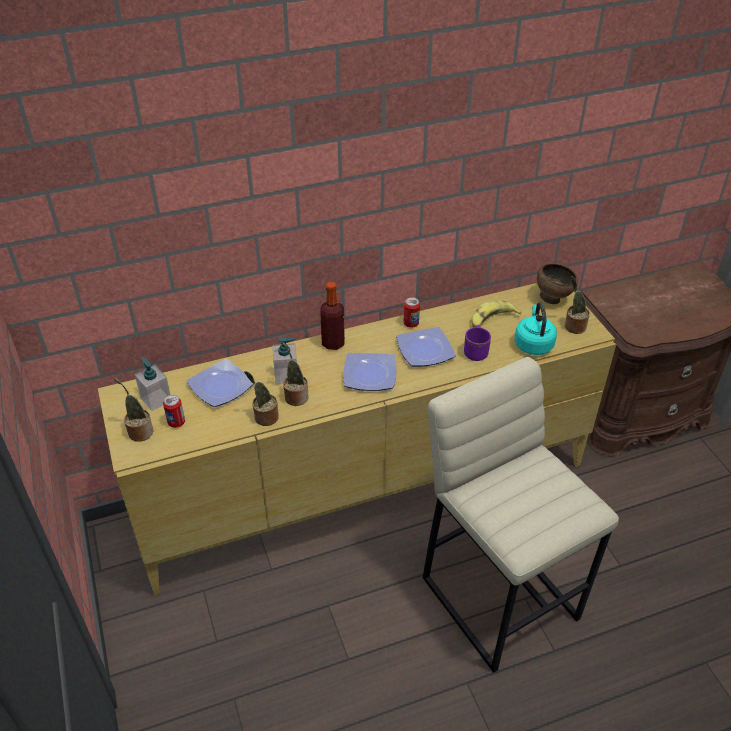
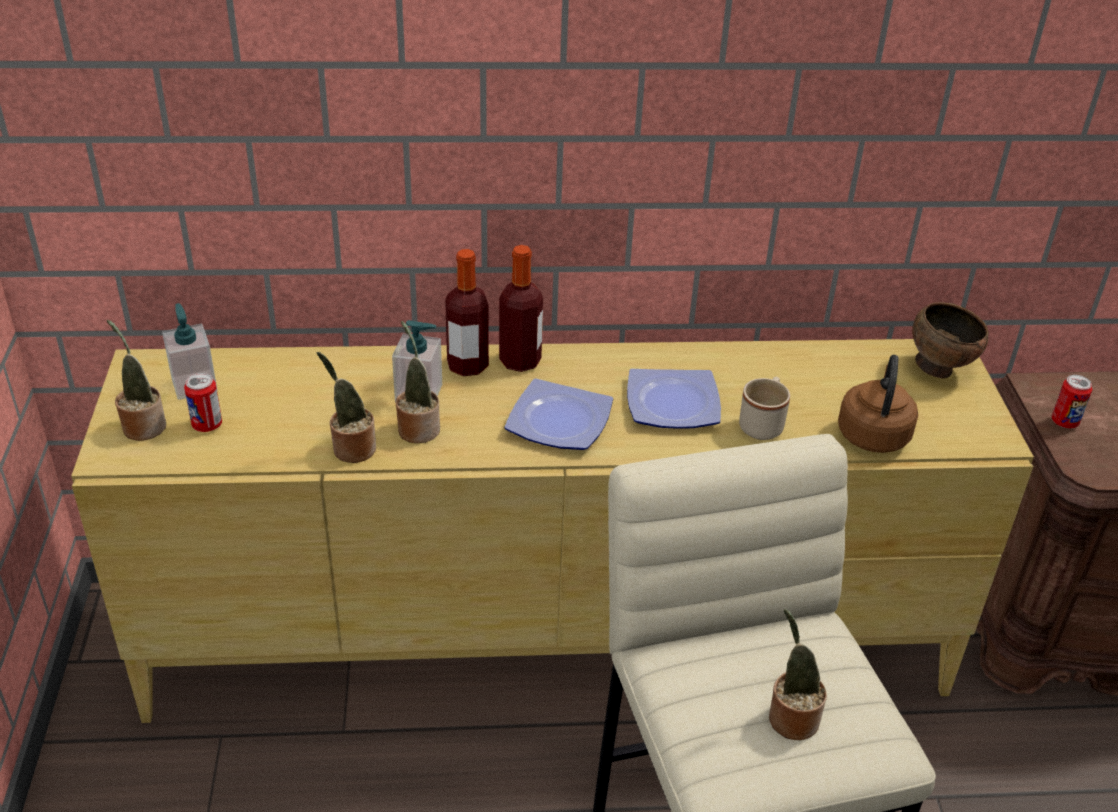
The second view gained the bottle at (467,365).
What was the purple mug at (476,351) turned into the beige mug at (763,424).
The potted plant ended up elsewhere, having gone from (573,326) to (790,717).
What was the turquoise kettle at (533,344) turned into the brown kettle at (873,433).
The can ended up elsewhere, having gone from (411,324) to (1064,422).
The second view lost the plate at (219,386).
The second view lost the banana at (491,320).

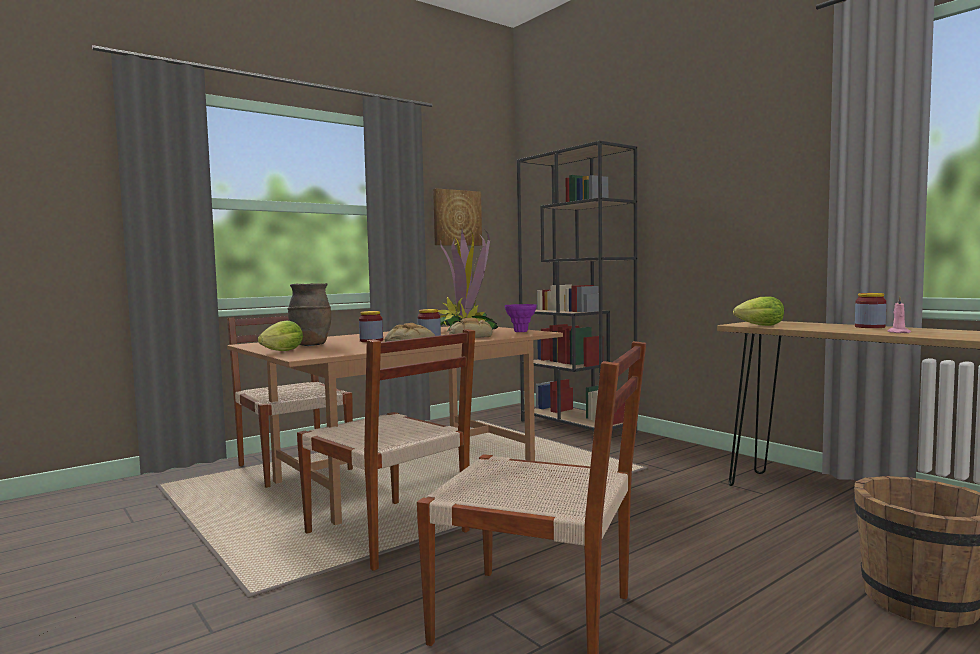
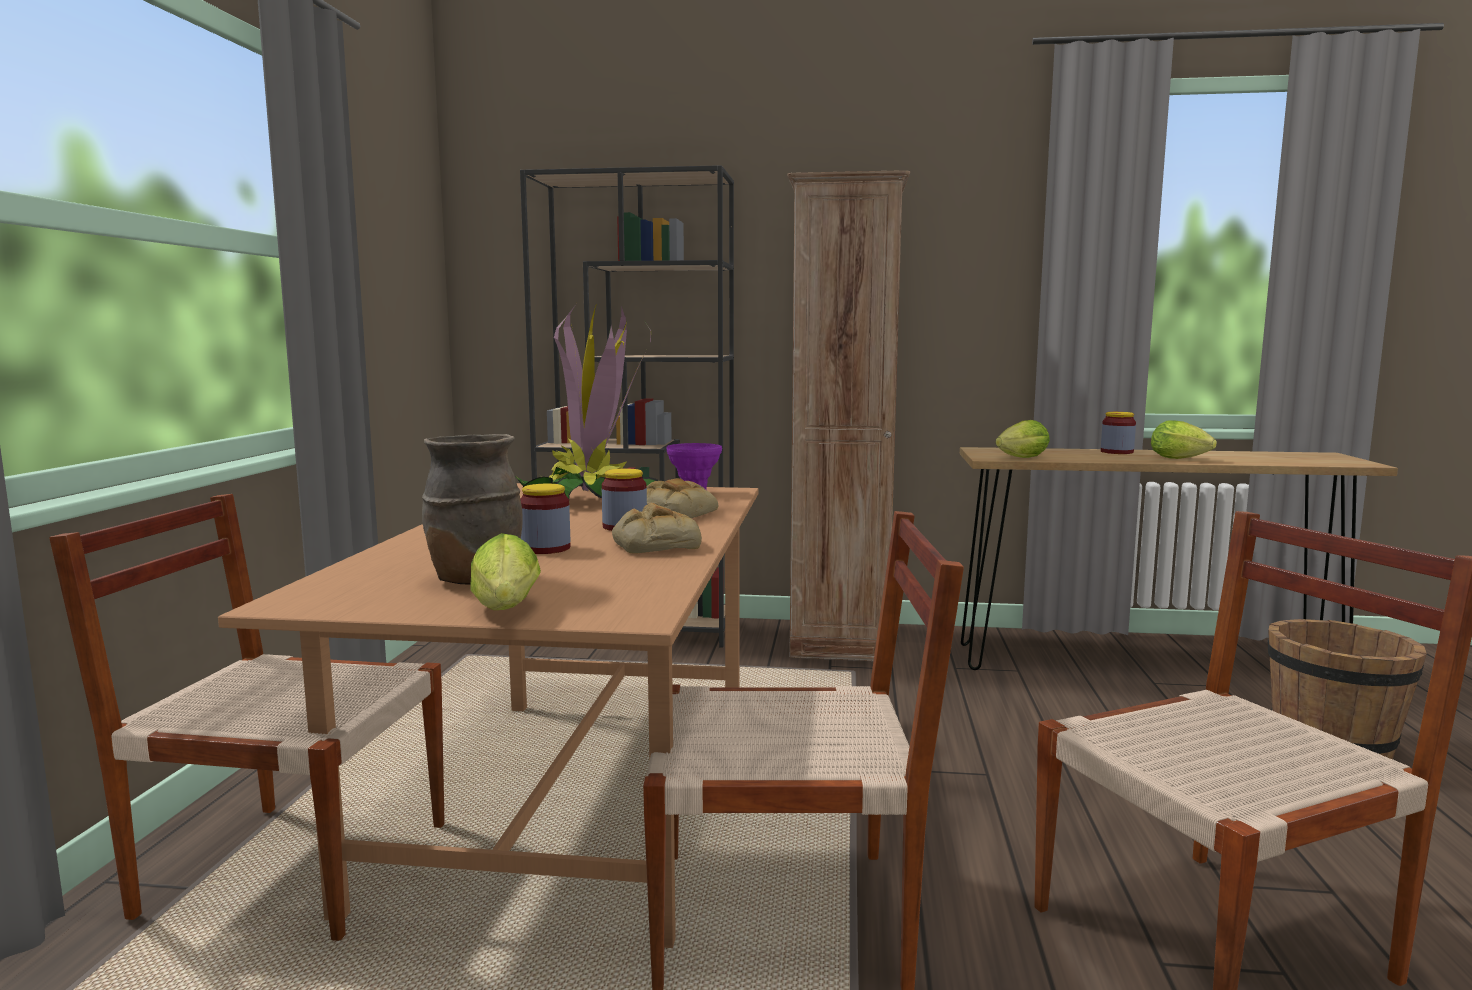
The second view gained the brown cabinet at (840,641).
Where the pink candle stood at (898,332), the lettuce came to stand at (1182,459).
The second view lost the picture at (456,218).

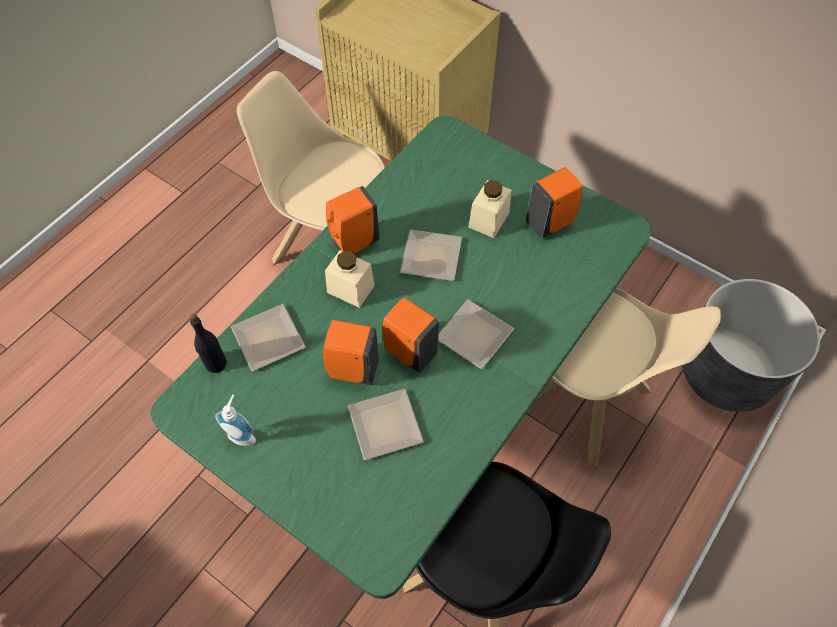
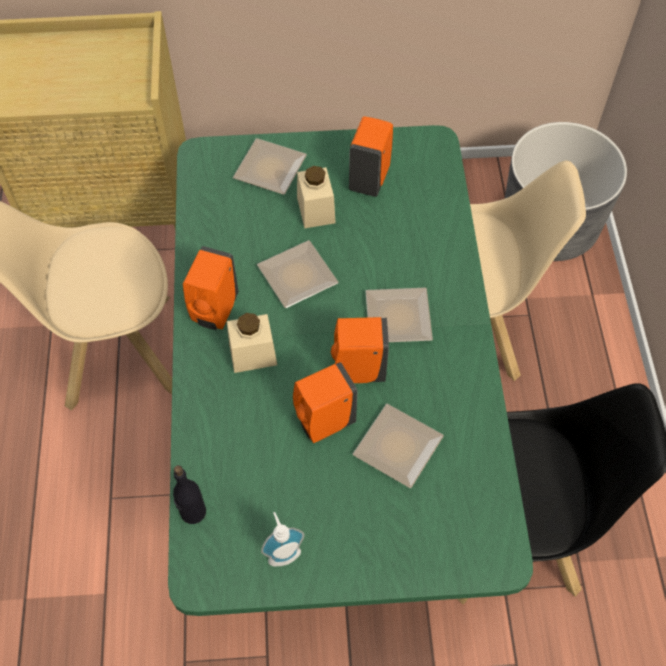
The plate ended up elsewhere, having gone from (271,340) to (273,168).

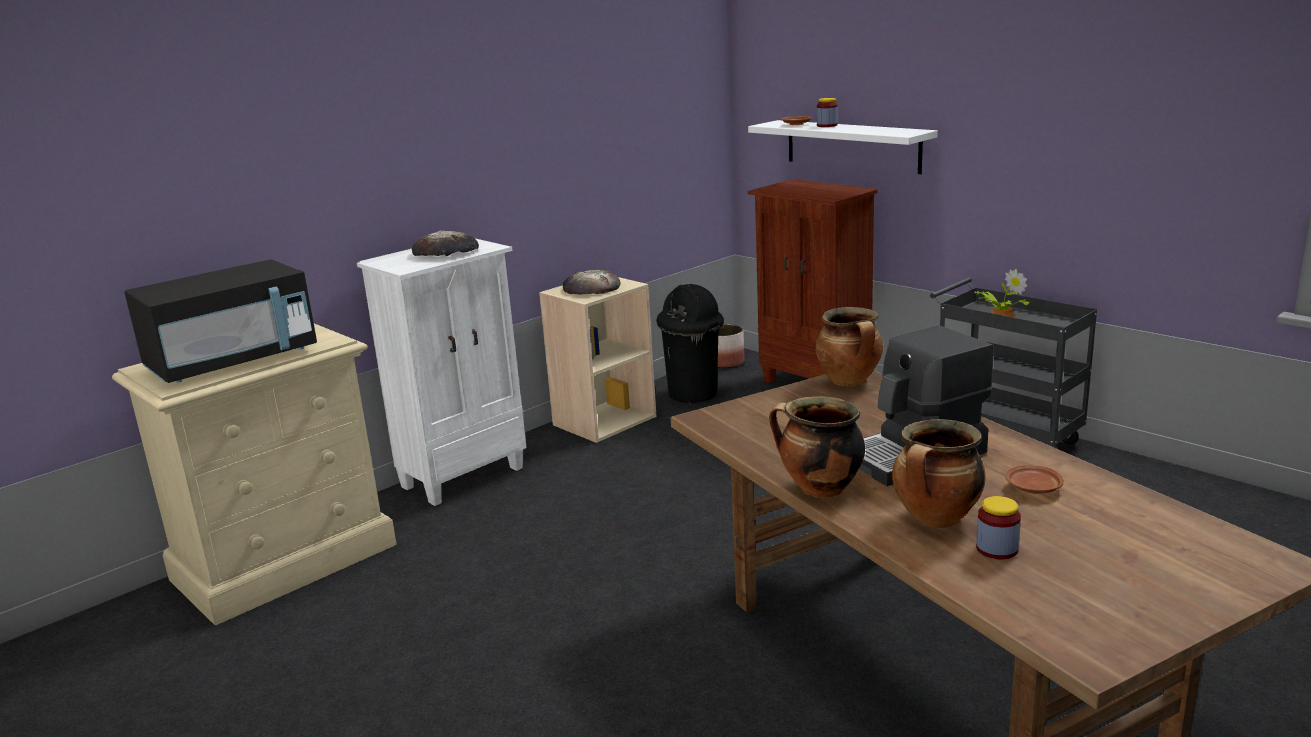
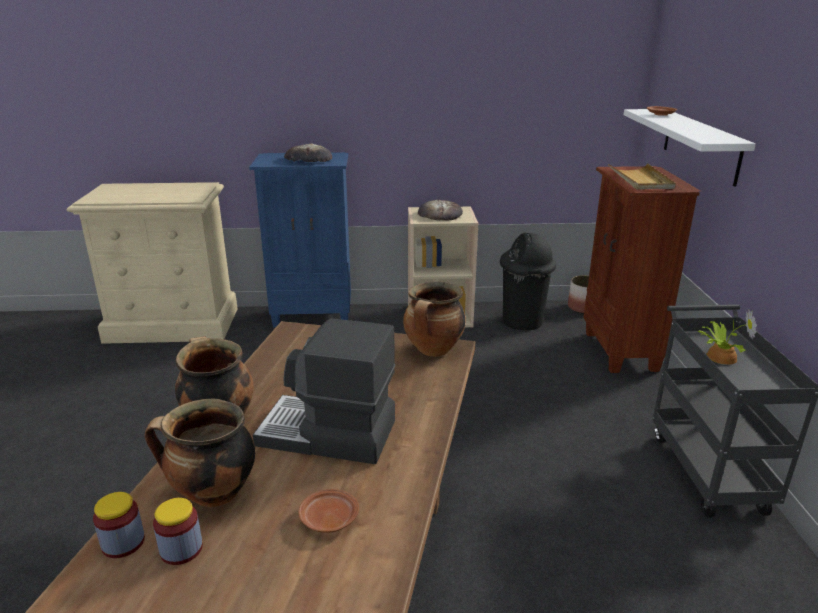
The jar ended up elsewhere, having gone from (827,125) to (123,543).
What was the white cabinet at (464,478) turned into the blue cabinet at (312,318).
The second view gained the beige tray at (640,179).
The second view lost the black microwave at (233,361).

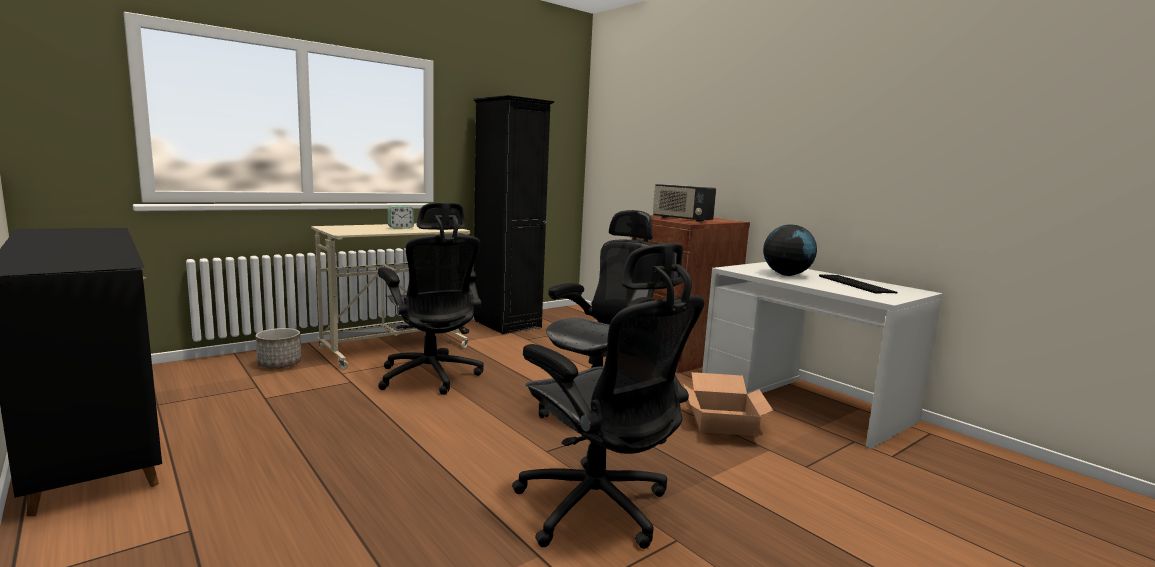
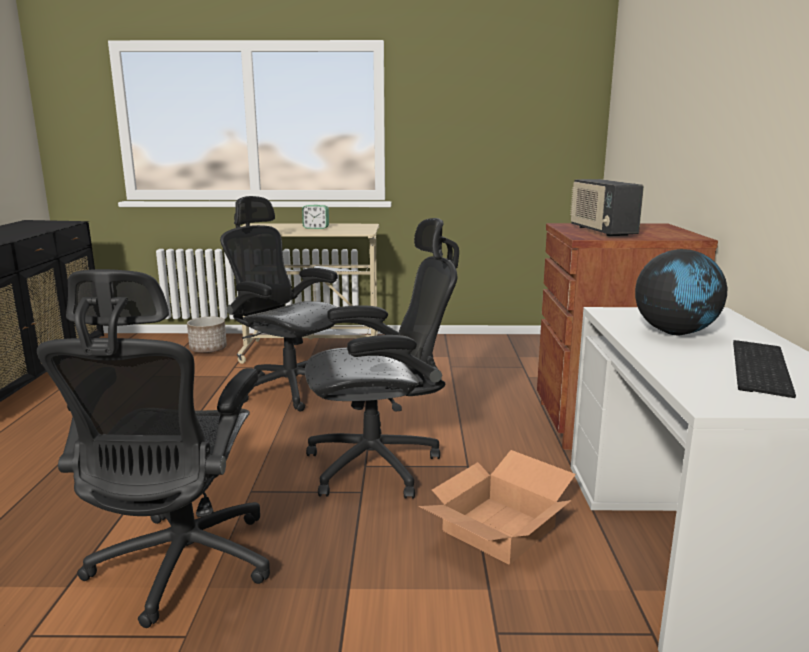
The office chair at (430,378) ended up facing another way, 120 degrees clockwise from before.
The second view lost the black cabinet at (508,324).

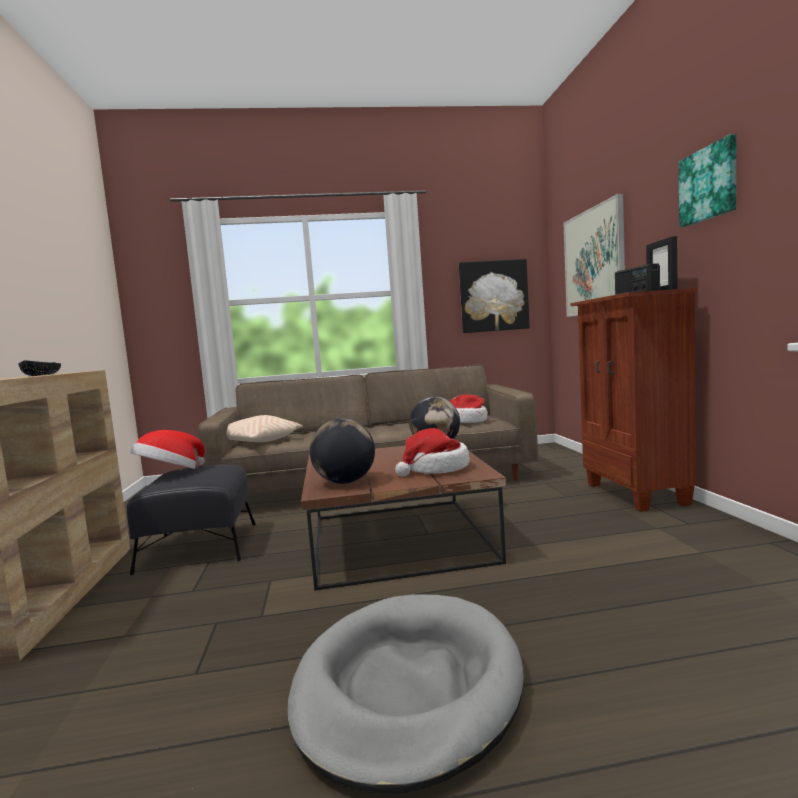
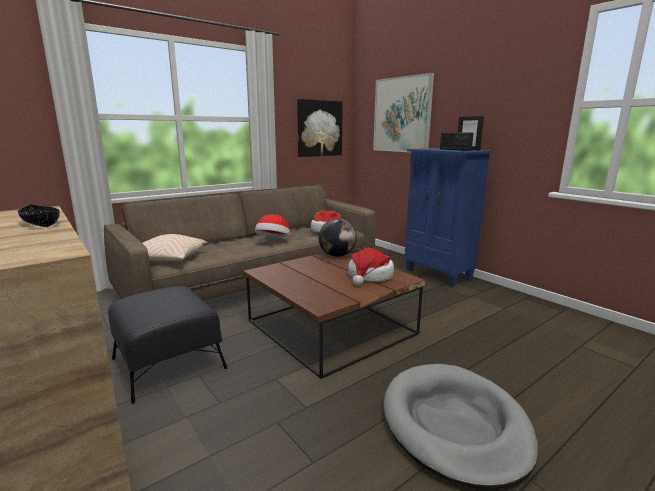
The hat ended up elsewhere, having gone from (169,473) to (274,241).
What was the brown cabinet at (634,495) turned into the blue cabinet at (437,275).
The second view lost the globe at (345,482).
The second view lost the picture at (709,184).

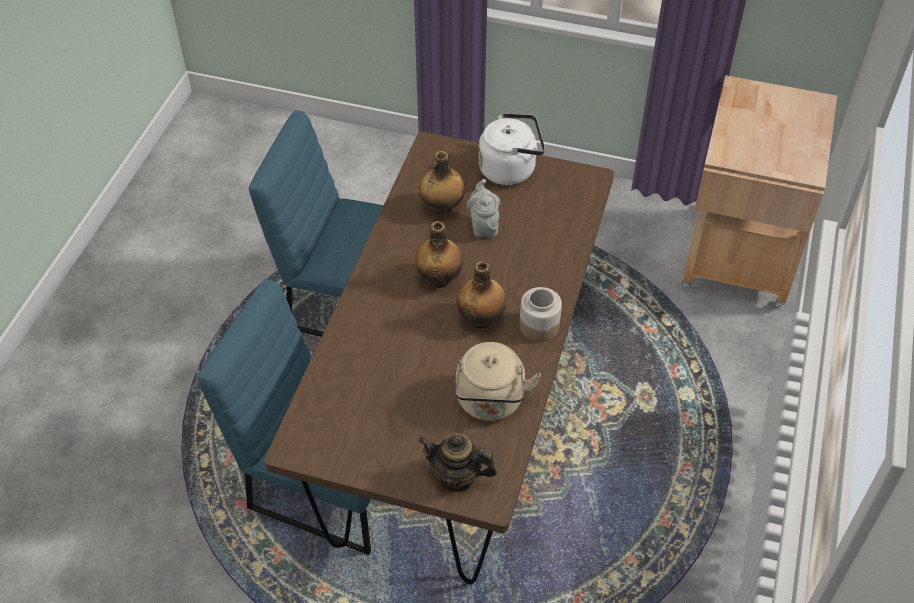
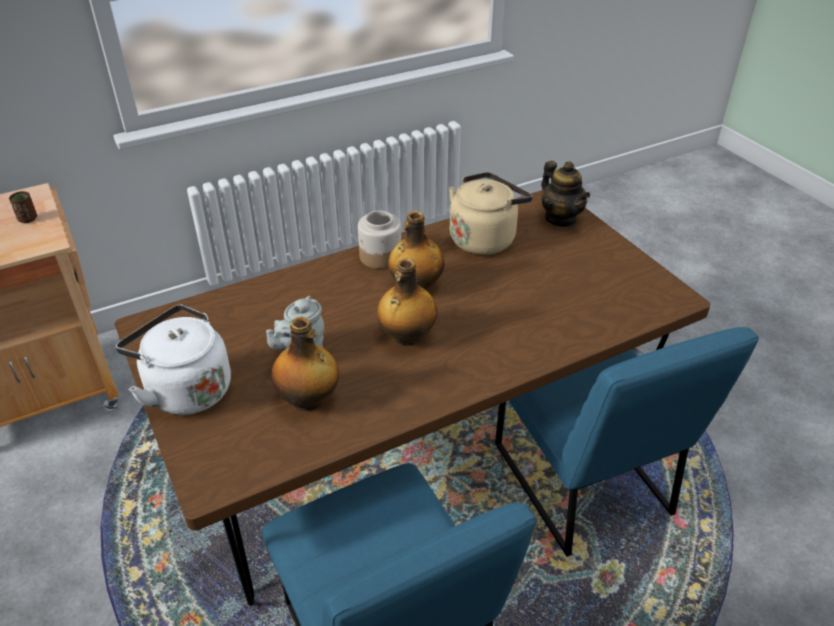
The second view gained the brown cup at (28,219).

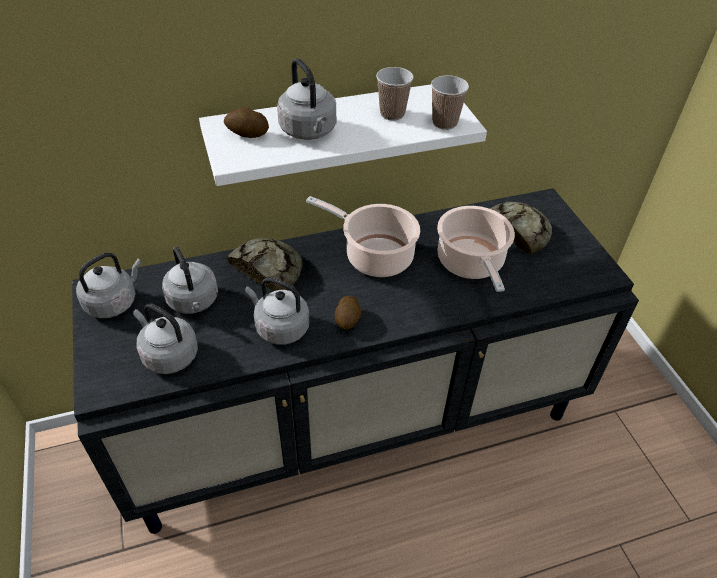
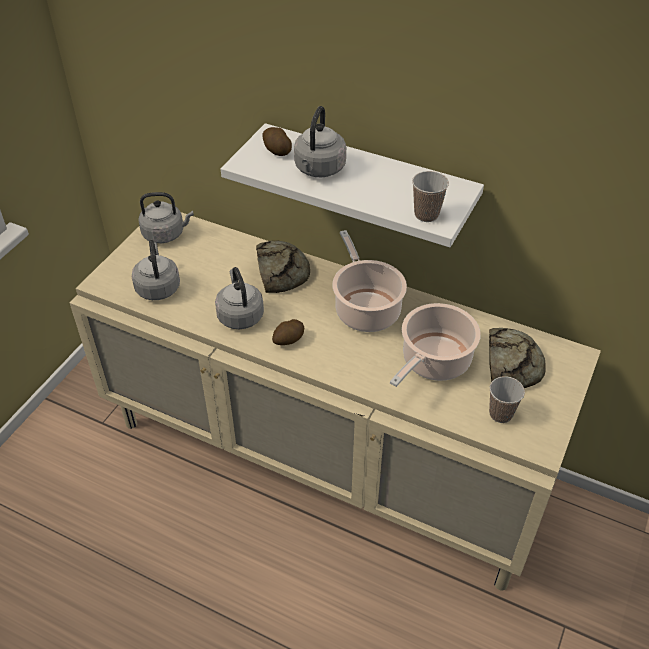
What was the black cabinet at (354,423) turned into the beige cabinet at (325,458).
The cup ended up elsewhere, having gone from (392,114) to (500,414).
The second view lost the grey kettle at (194,302).

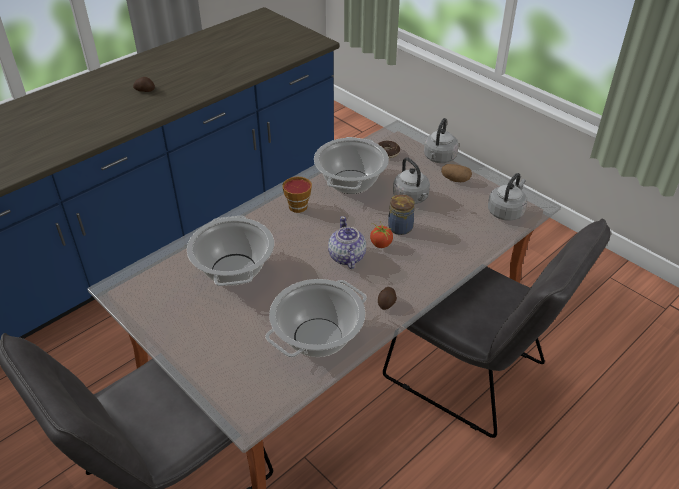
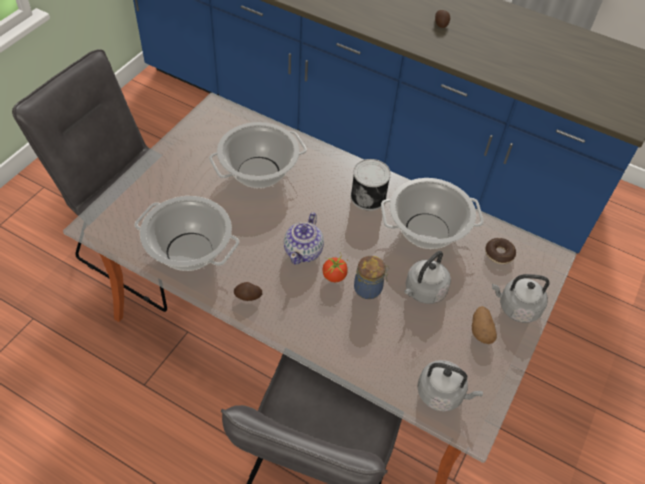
The teapot at (346,257) ended up facing another way, 135 degrees clockwise from before.
Where the cup stood at (298,205), the can came to stand at (369,196).

